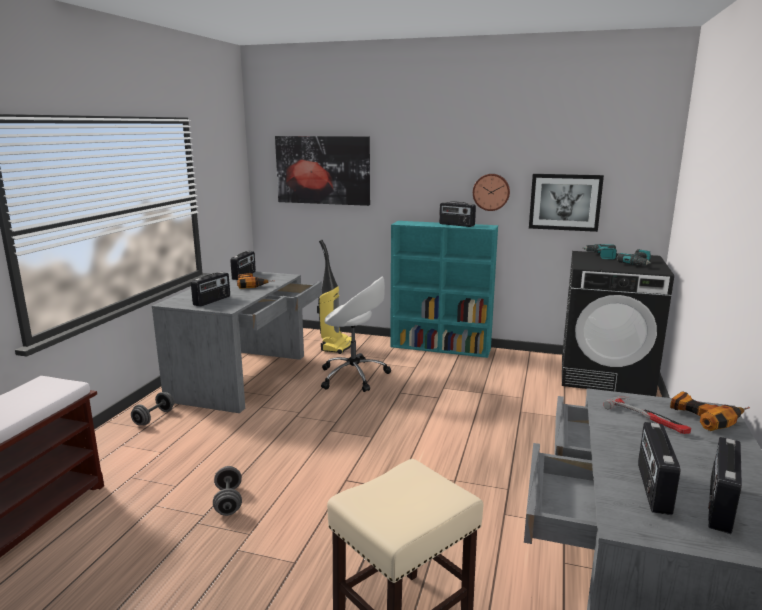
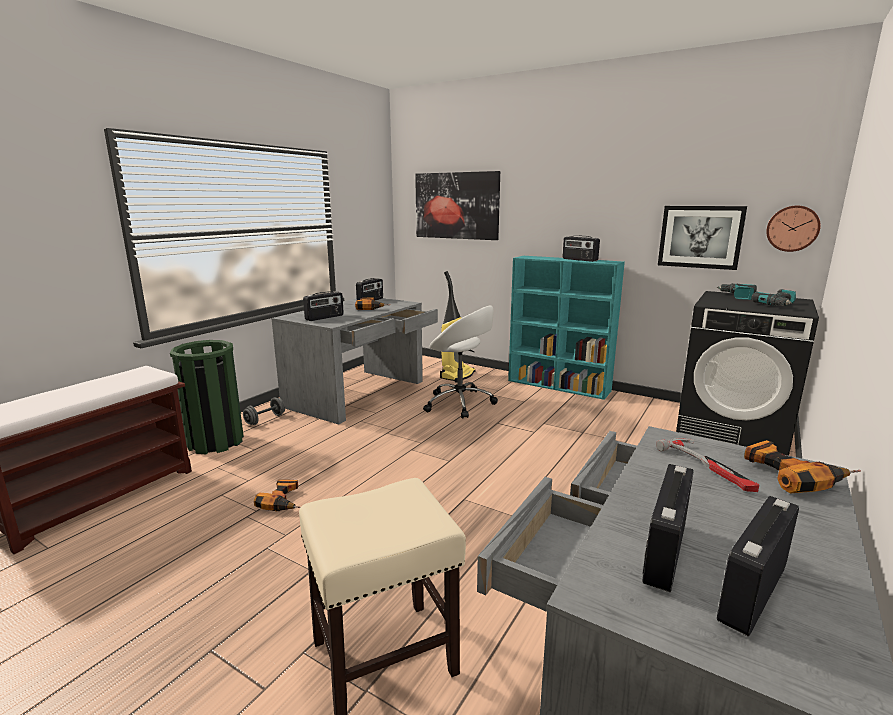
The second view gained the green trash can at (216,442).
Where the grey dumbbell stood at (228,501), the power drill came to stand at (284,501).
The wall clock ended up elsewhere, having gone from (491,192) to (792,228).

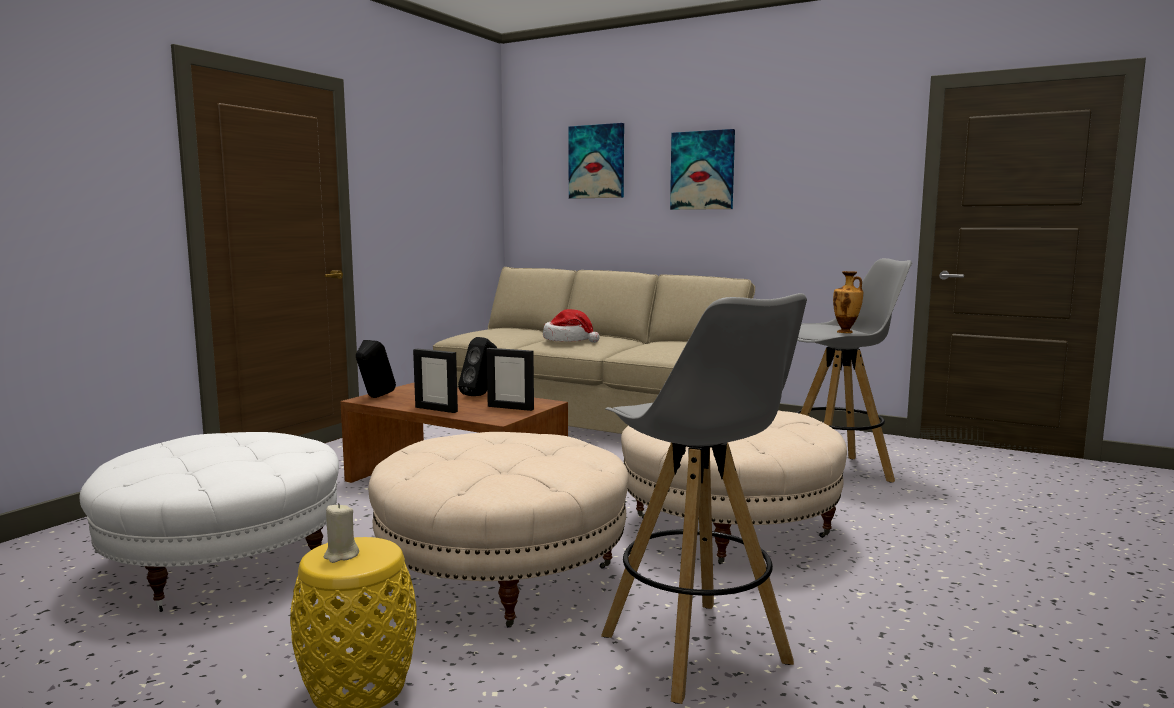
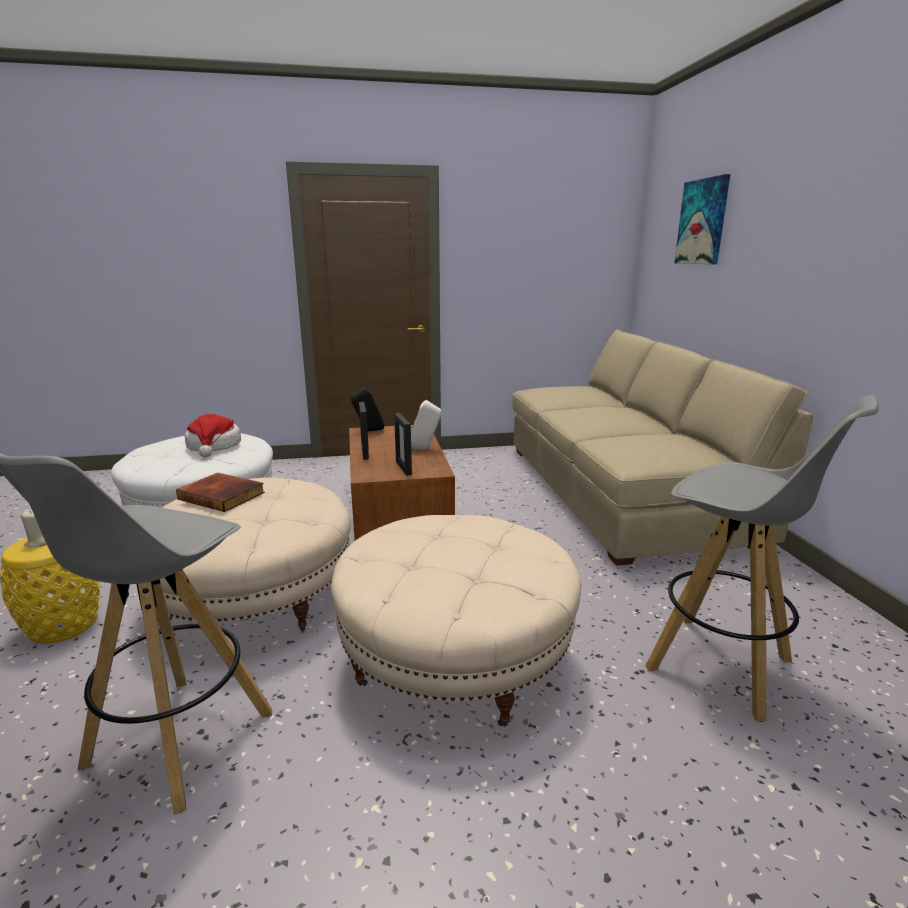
The second view gained the book at (223,495).
The hat ended up elsewhere, having gone from (569,340) to (214,446).
What was the black speaker at (480,395) turned into the white speaker at (424,449).
The second view lost the picture at (702,170).
The second view lost the vase at (846,332).

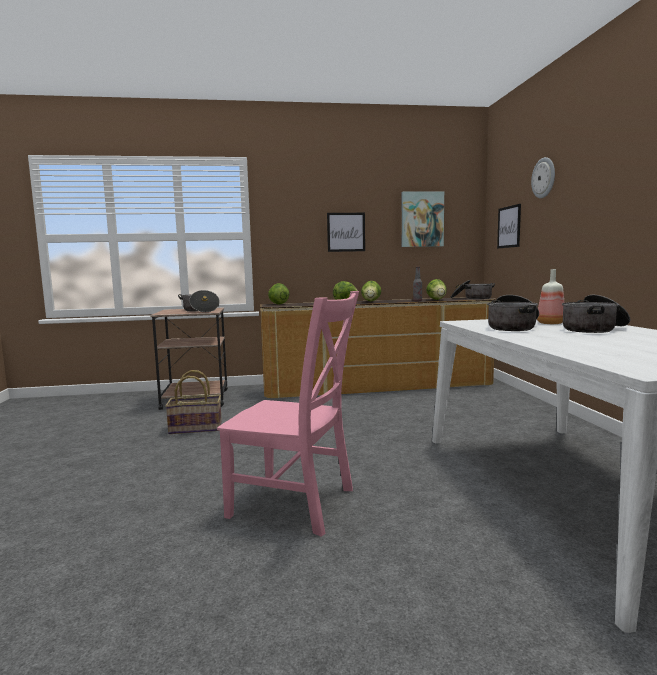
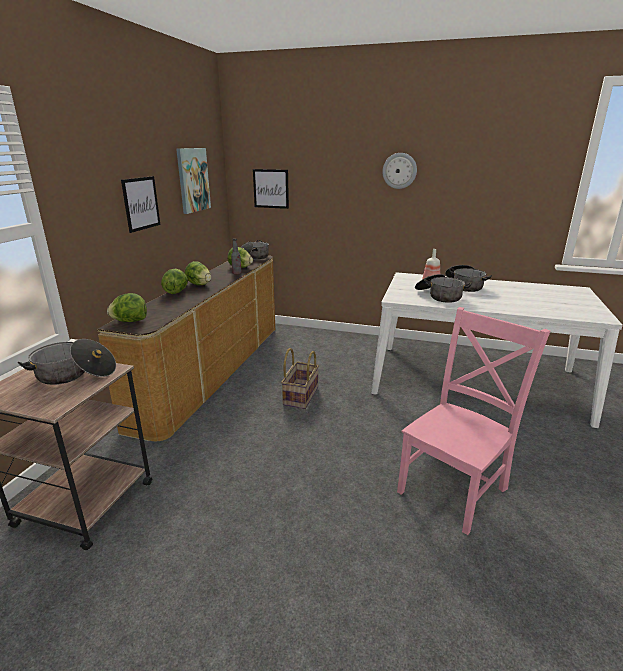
The basket ended up elsewhere, having gone from (196,428) to (300,396).
The wall clock ended up elsewhere, having gone from (544,178) to (399,170).

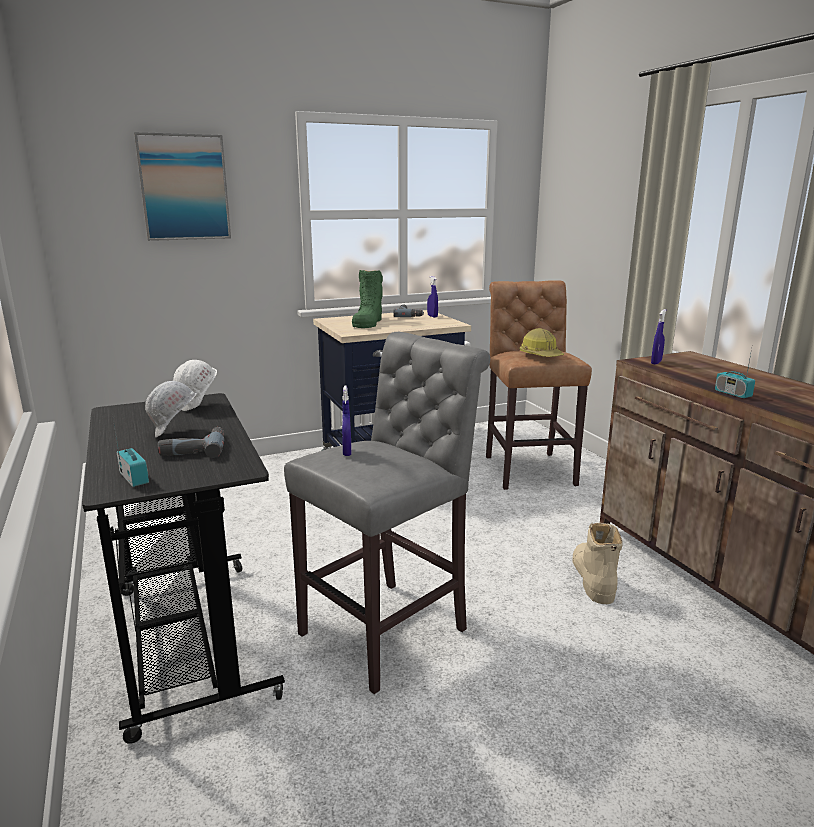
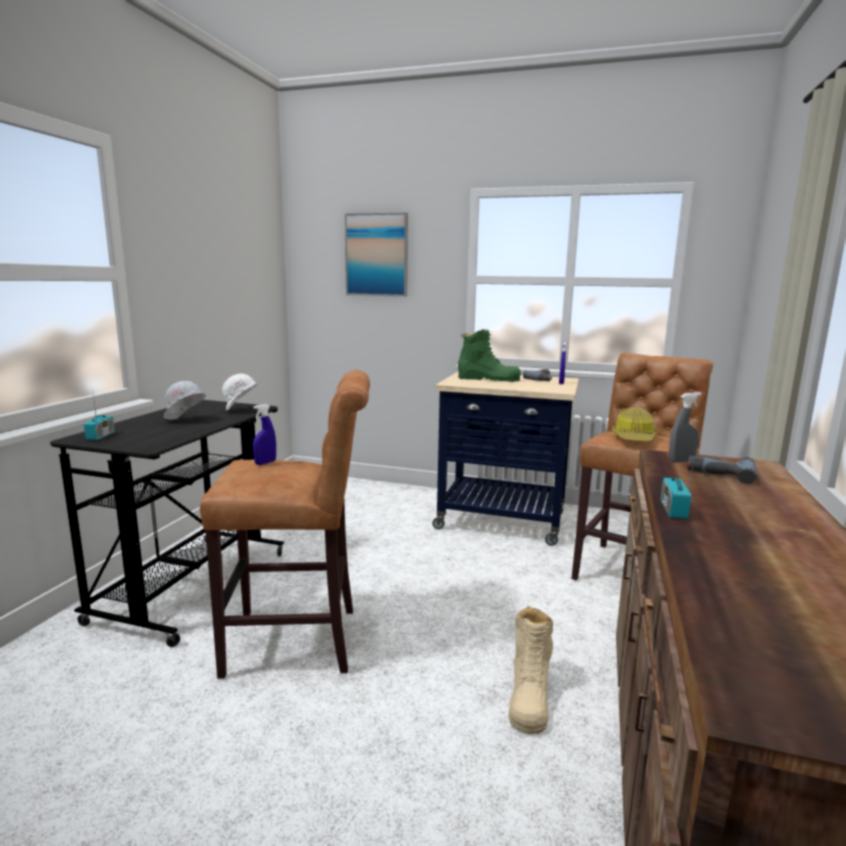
What was the grey stool at (390,629) turned into the brown stool at (300,641).
The green boot at (368,322) ended up facing another way, 120 degrees counterclockwise from before.
The beige boot at (593,578) ended up facing another way, 150 degrees clockwise from before.
What was the blue spray bottle at (656,362) turned into the grey spray bottle at (681,461).
The power drill ended up elsewhere, having gone from (193,449) to (721,472).

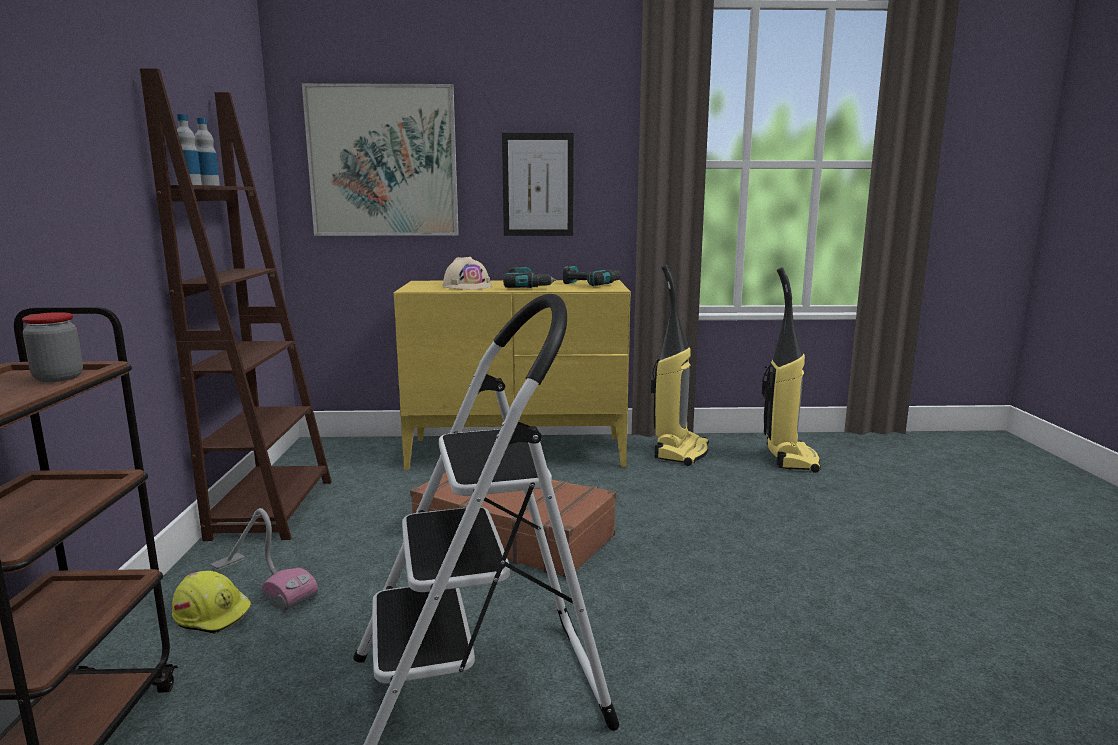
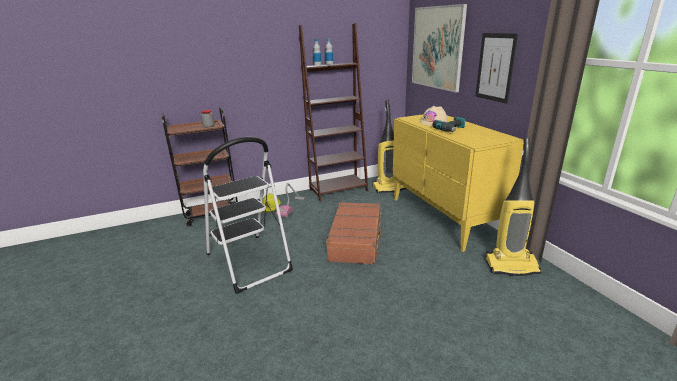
The vacuum cleaner ended up elsewhere, having gone from (789,458) to (389,188).
The second view lost the power drill at (591,284).

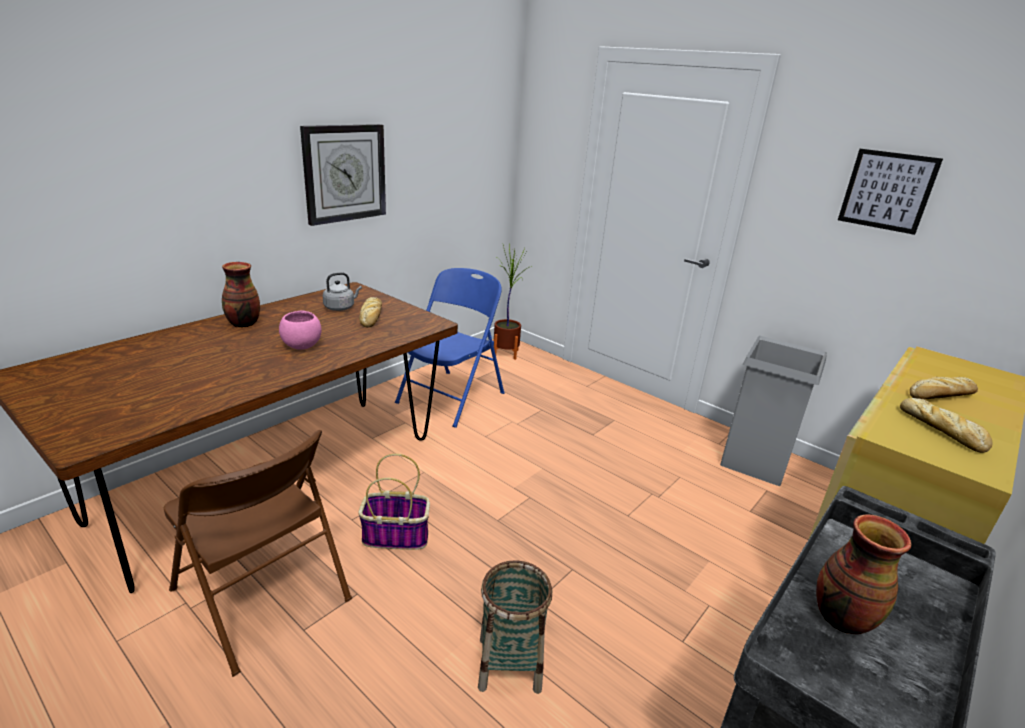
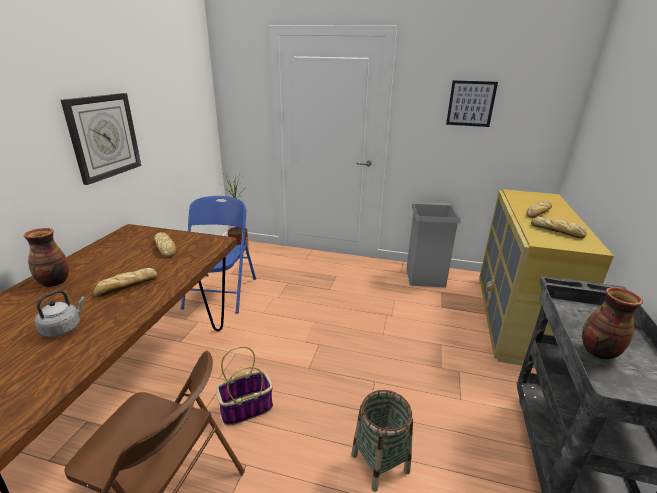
The grey kettle ended up elsewhere, having gone from (341,307) to (64,328).
Where the pink bowl stood at (301,346), the bread came to stand at (126,287).

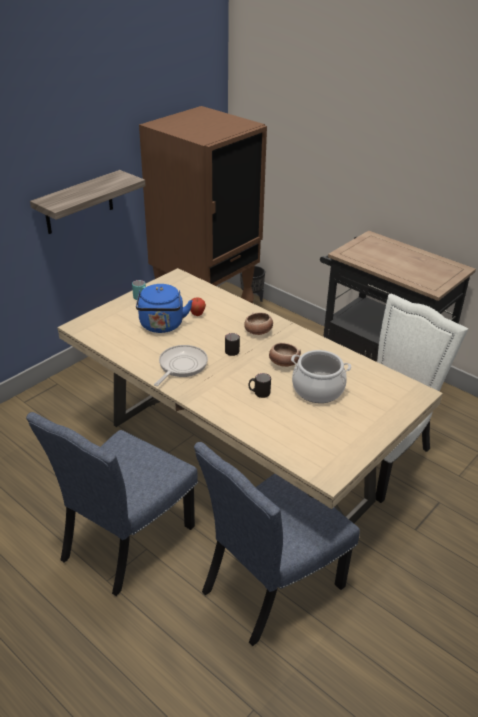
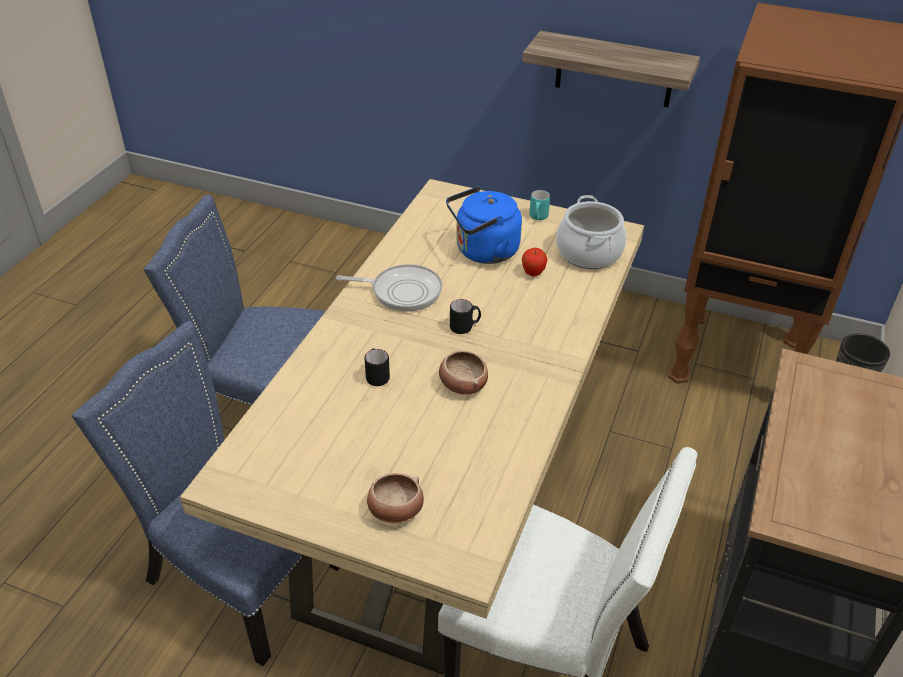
The bowl ended up elsewhere, having gone from (258,332) to (395,511).
The cooking pot ended up elsewhere, having gone from (318,389) to (589,253).

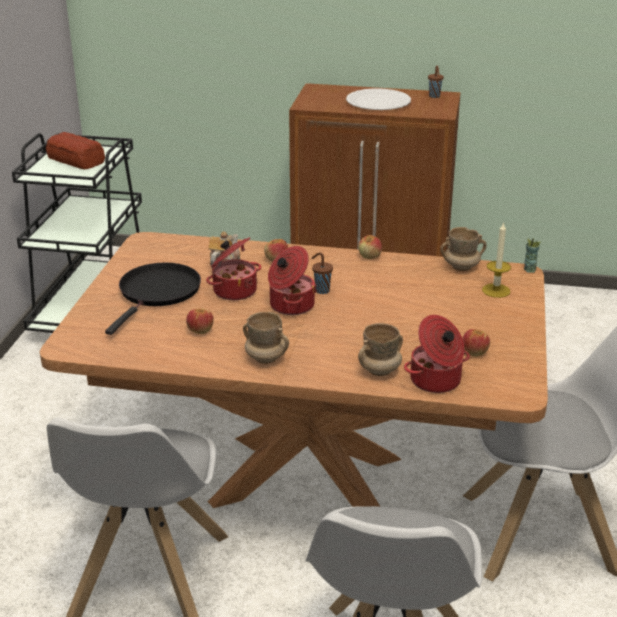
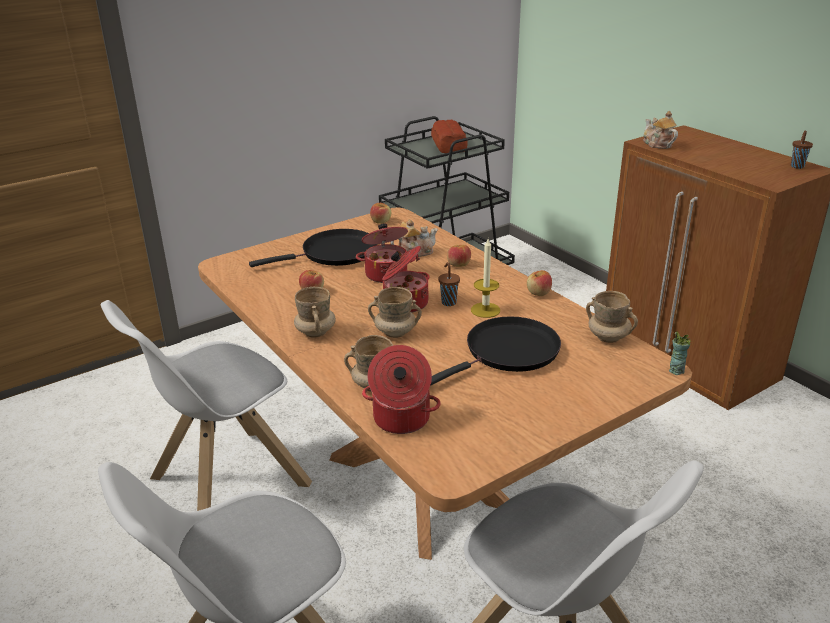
The second view gained the beige mug at (395,333).
The apple ended up elsewhere, having gone from (474,352) to (381,221).
The second view gained the black frying pan at (507,352).
The candle ended up elsewhere, having gone from (496,290) to (485,310).
The second view gained the teapot at (657,144).
The second view lost the white plate at (378,102).

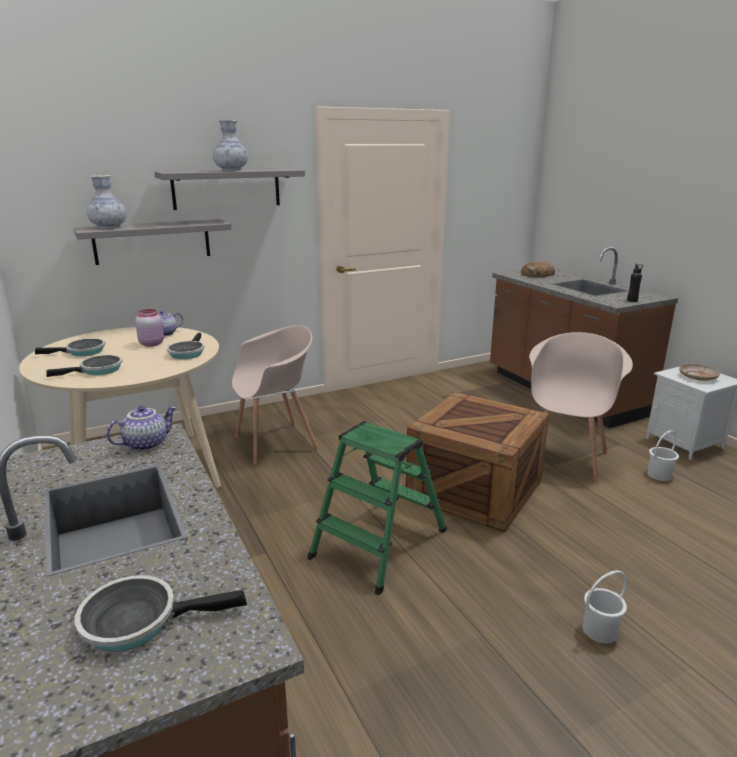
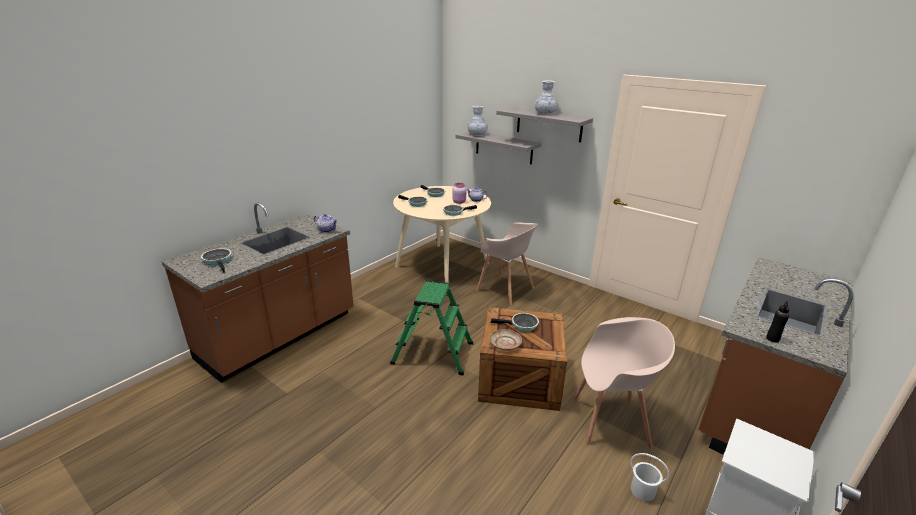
The beige plate ended up elsewhere, having gone from (698,377) to (505,344).
The second view gained the frying pan at (522,325).
The second view lost the bread at (537,274).
The second view lost the white bucket at (600,630).

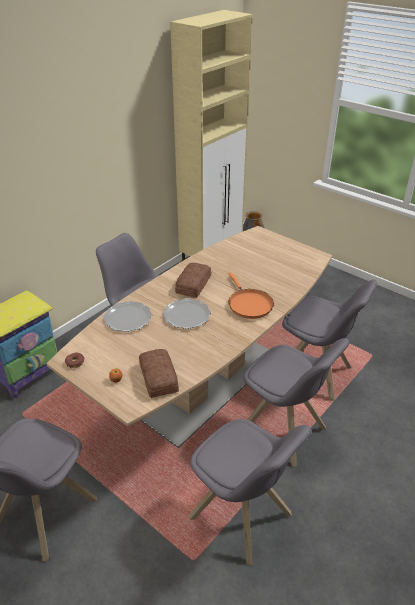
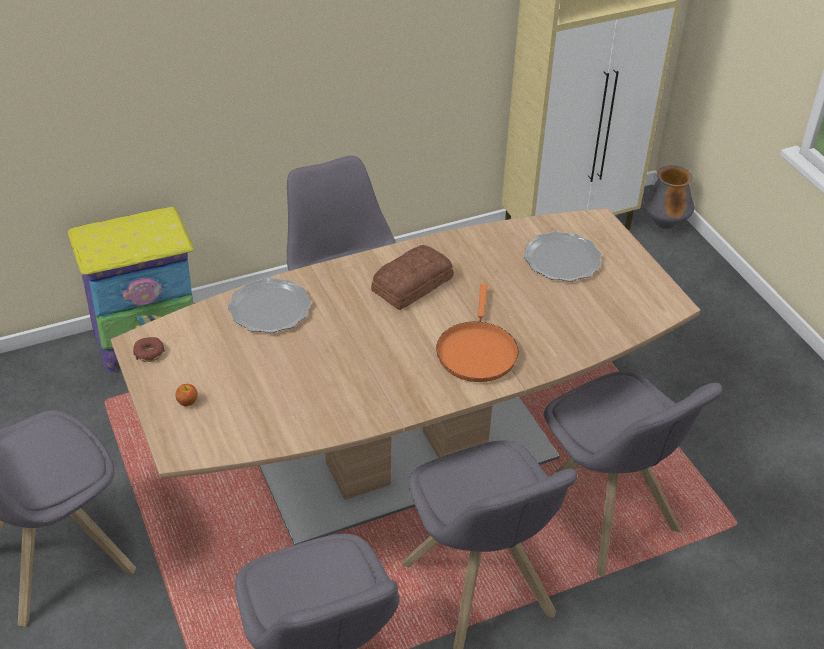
The plate ended up elsewhere, having gone from (186,315) to (561,260).
The second view lost the bread at (157,378).

